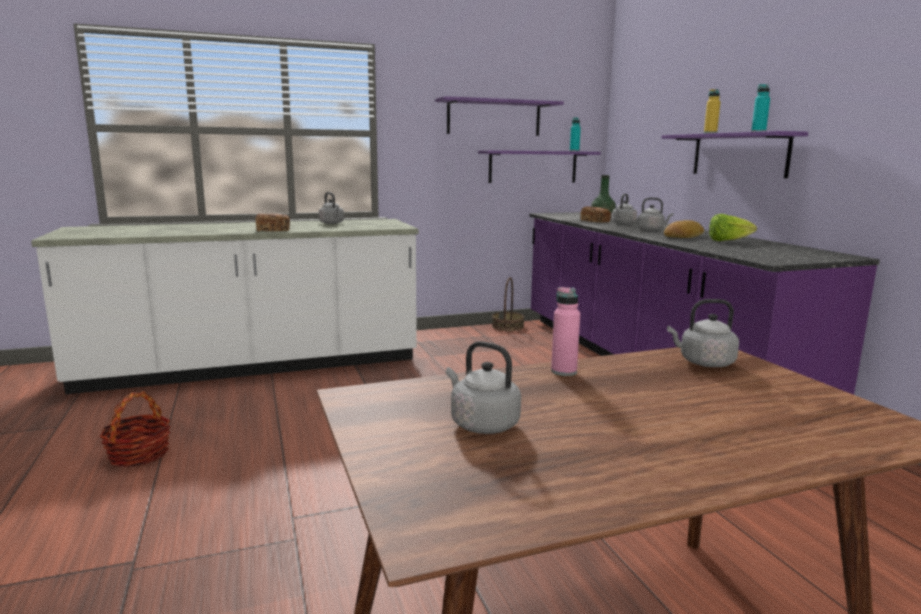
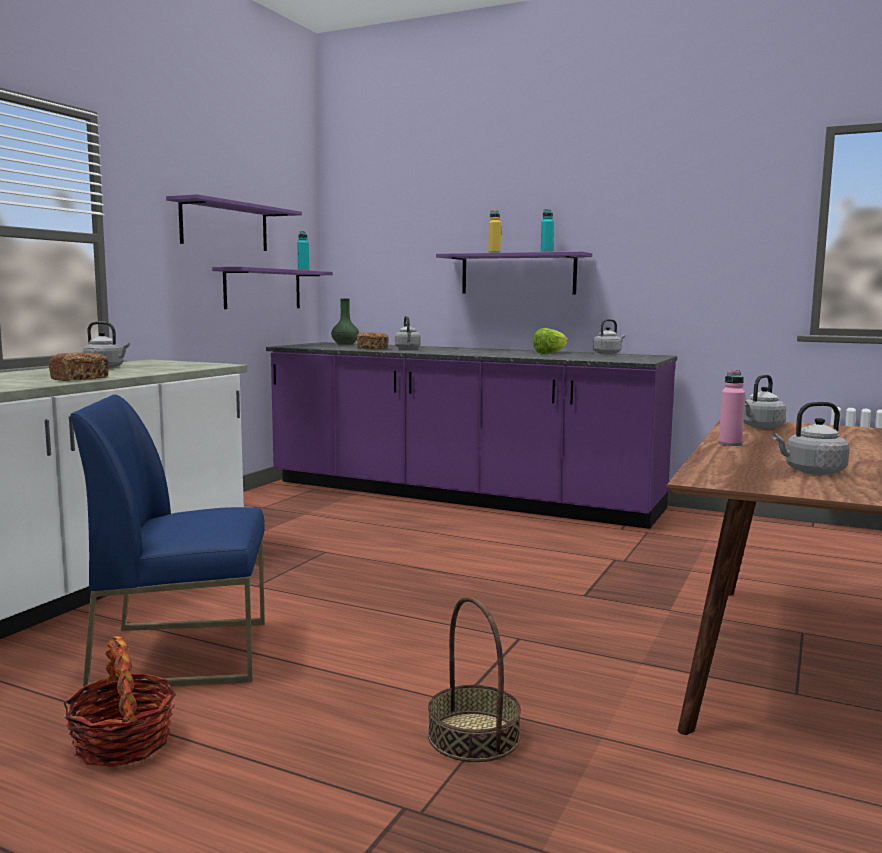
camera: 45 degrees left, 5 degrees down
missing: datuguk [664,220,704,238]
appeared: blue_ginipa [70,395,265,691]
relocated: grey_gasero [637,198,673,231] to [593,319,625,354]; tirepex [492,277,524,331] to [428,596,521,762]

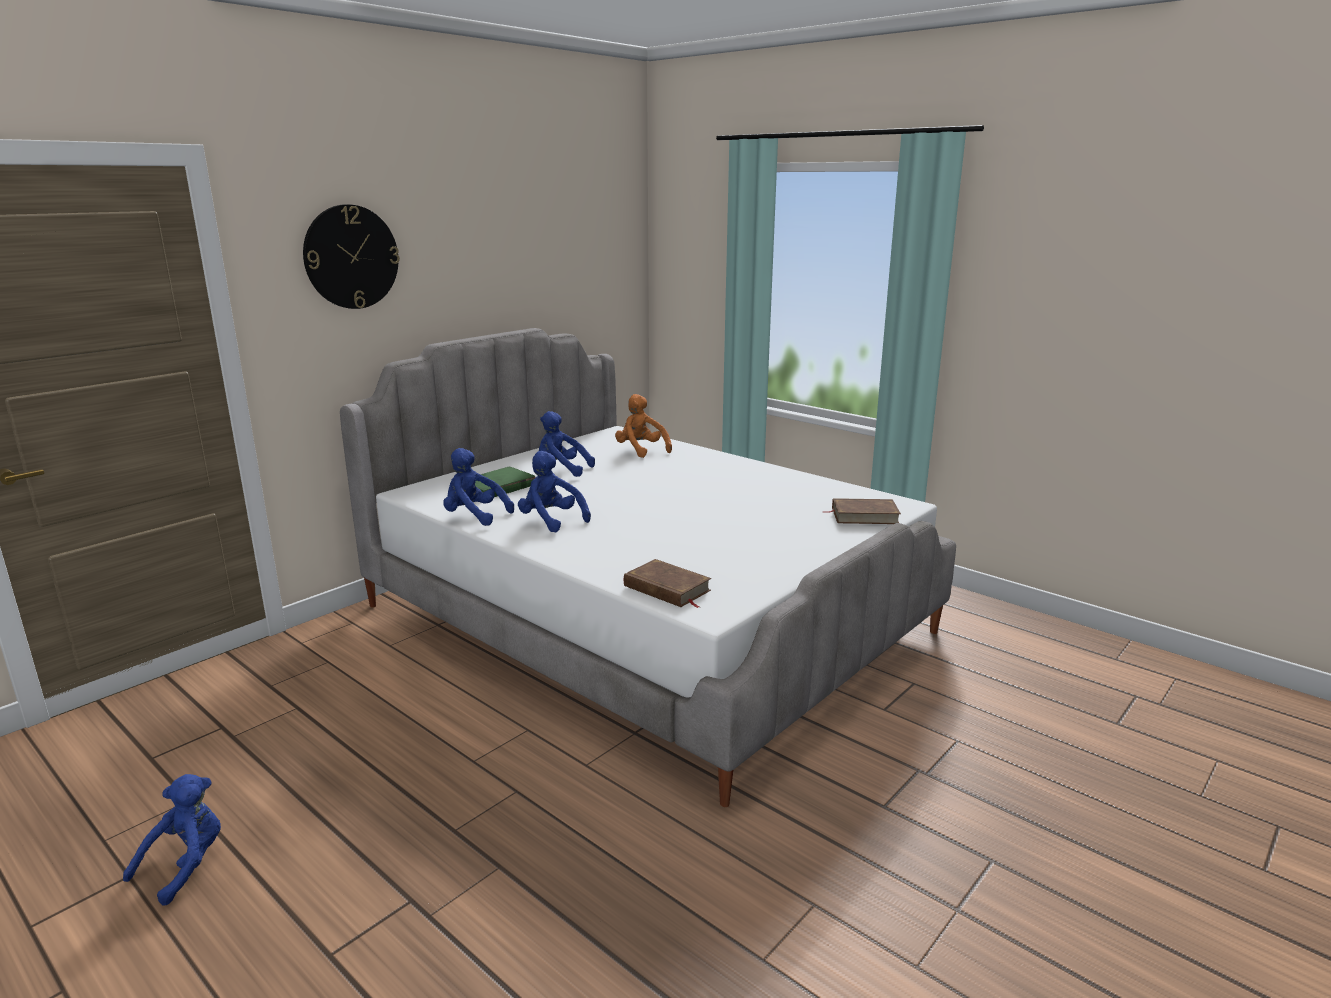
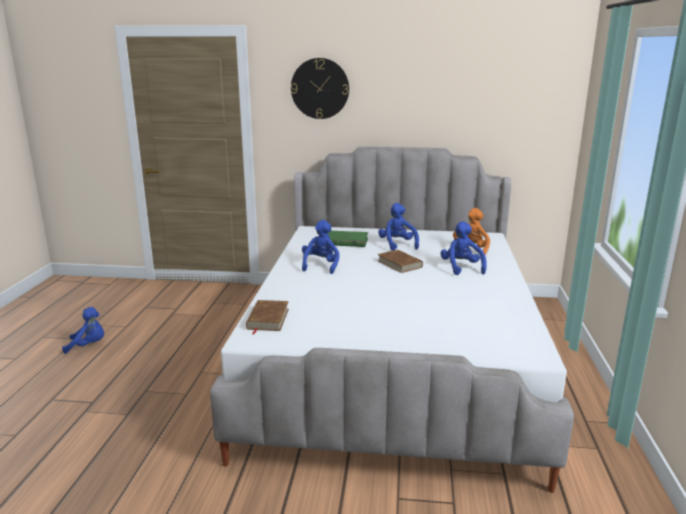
camera: 55 degrees right, 0 degrees up
relocated: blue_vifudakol [443,448,514,526] to [440,221,487,275]; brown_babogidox [823,498,901,524] to [378,250,423,273]

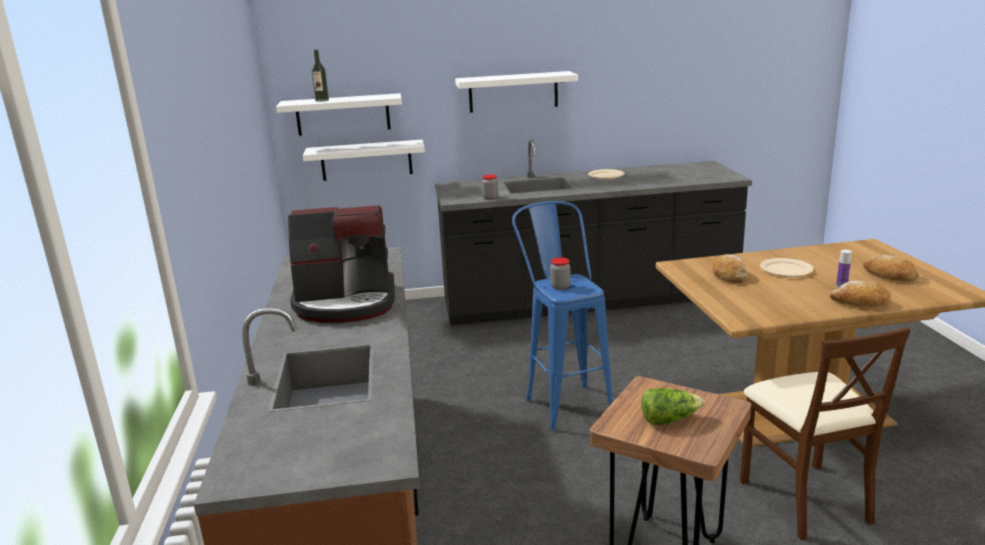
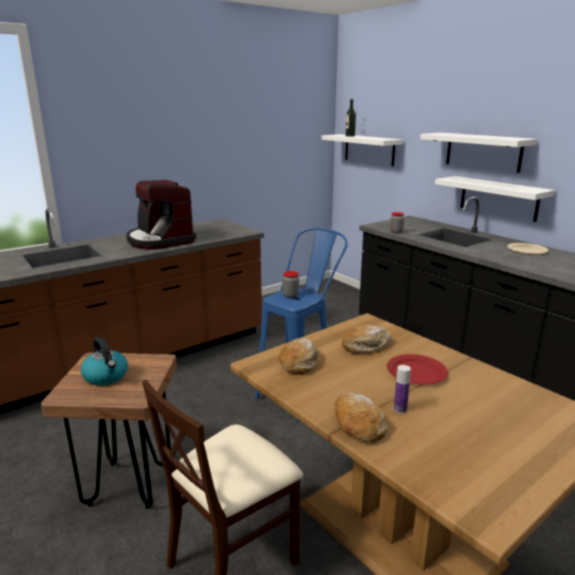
camera: 60 degrees right, 0 degrees up
relocated: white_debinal [303,140,425,181] to [435,176,555,222]; datuguk [863,255,919,281] to [279,338,319,375]
exchanged: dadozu [641,388,704,425] to gasero [81,337,128,386]
colour: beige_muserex [760,258,813,277] to red_muserex [387,354,448,385]

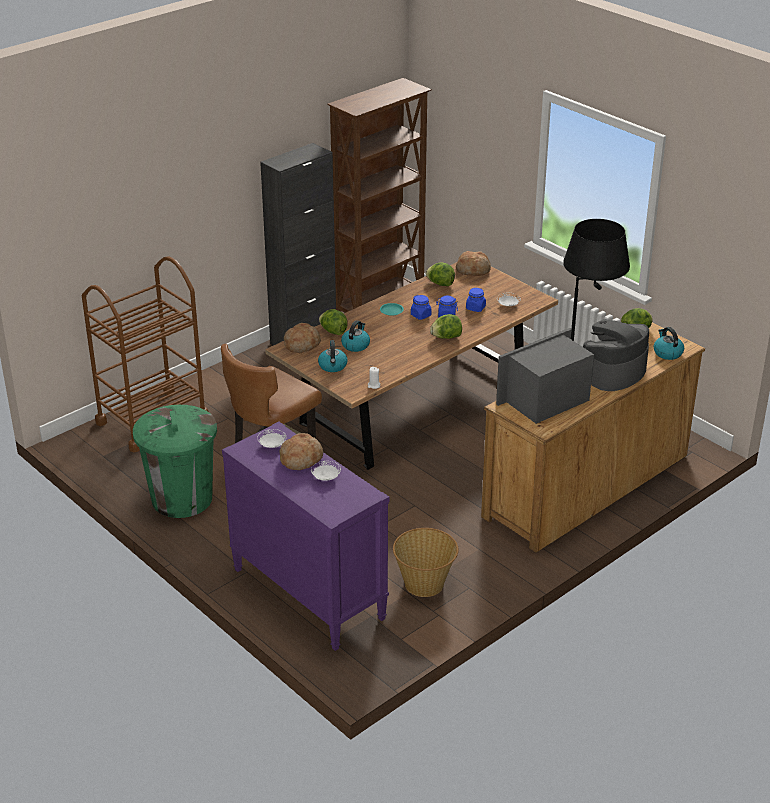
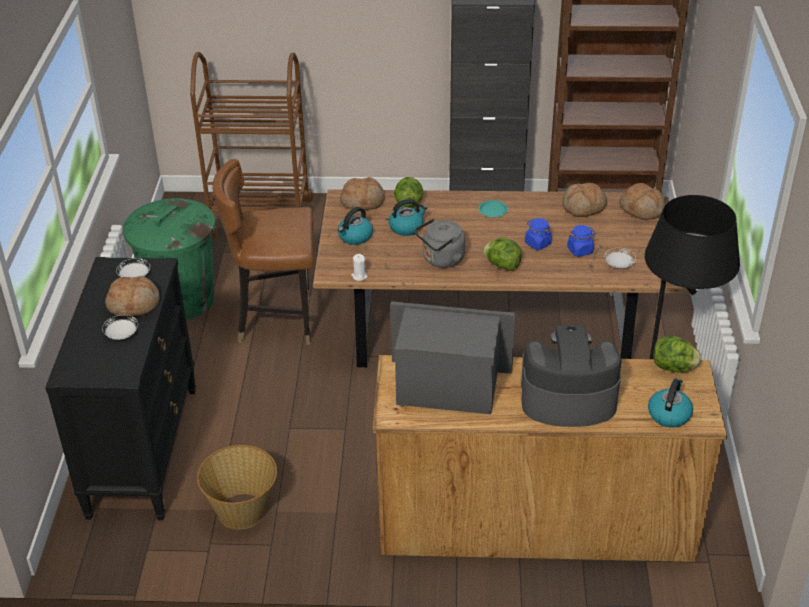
camera: 45 degrees right, 5 degrees up
missing: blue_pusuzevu [411,295,432,320]
appeared: grey_gasero [414,218,465,268]
exchanged: dadozu [426,262,455,286] to datuguk [562,183,607,217]
colour: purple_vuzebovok [222,422,390,651] to black_vuzebovok [45,257,196,520]

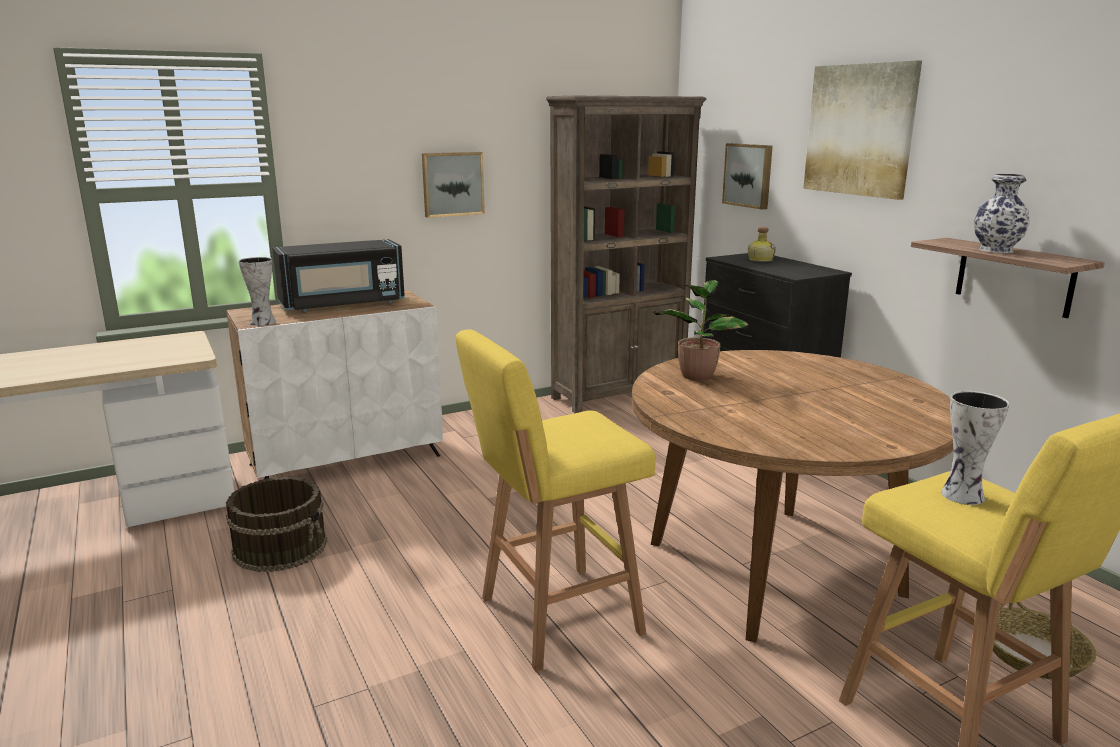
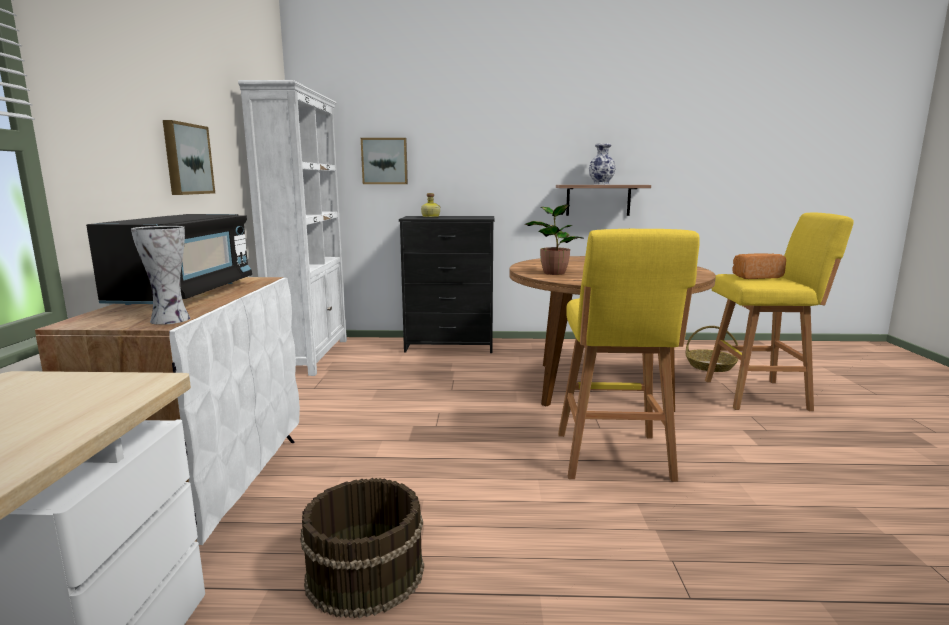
camera: 60 degrees left, 5 degrees down
missing: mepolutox [803,60,922,200]
exchanged: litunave [941,391,1009,505] to datuguk [732,253,786,279]
colour: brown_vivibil [546,96,707,413] to white_vivibil [238,80,347,376]

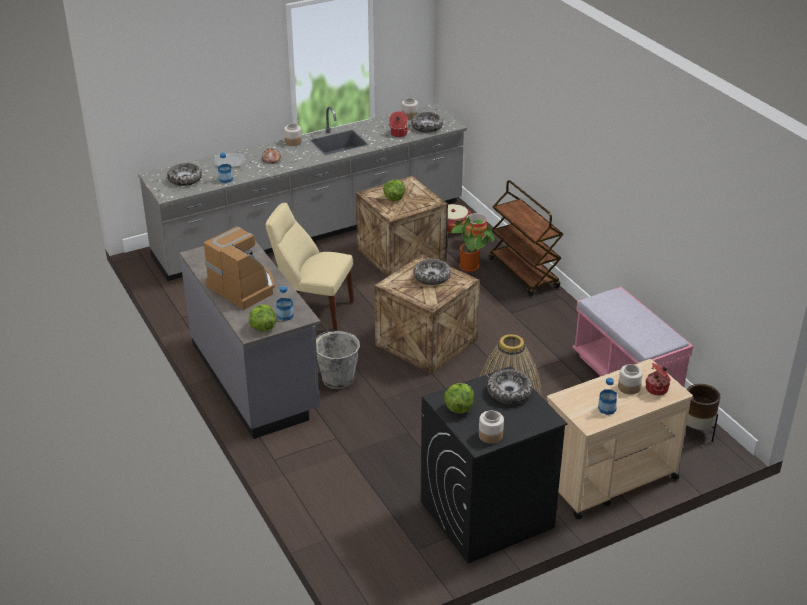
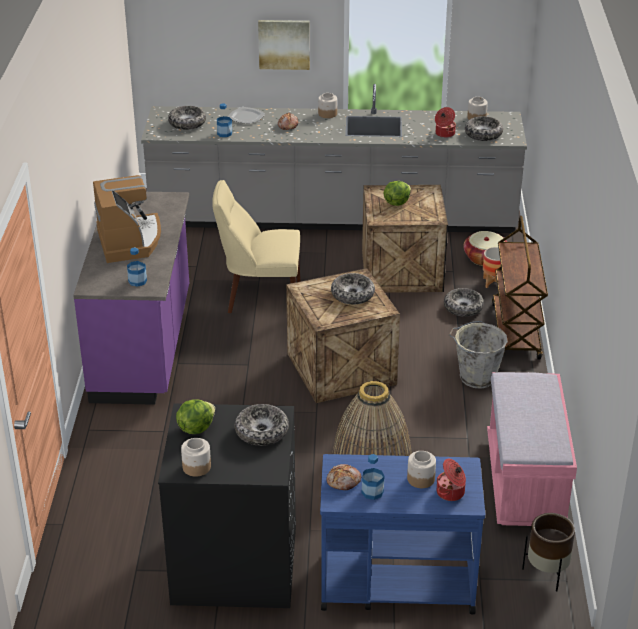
camera: 30 degrees right, 0 degrees up
missing: dadozu [249,304,276,332]
appeared: mepolutox [258,20,310,70]; datuguk [327,464,361,490]
relocated: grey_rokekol [316,331,360,389] to [449,321,508,389]
exchanged: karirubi [450,216,494,272] to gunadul [444,288,484,317]
colour: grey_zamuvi [180,241,321,439] to purple_zamuvi [73,192,189,405]; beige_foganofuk [547,359,693,519] to blue_foganofuk [320,454,485,615]
spun: beige_ginipa [266,203,354,330] = [212,180,301,313] 45 degrees counterclockwise

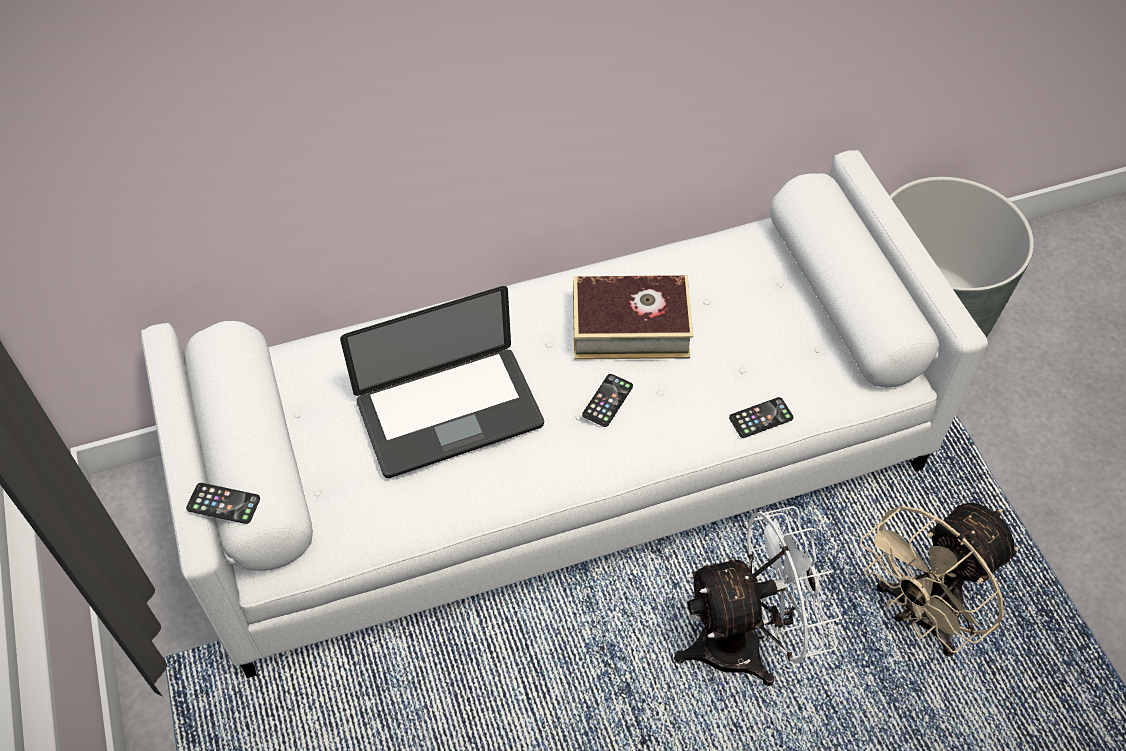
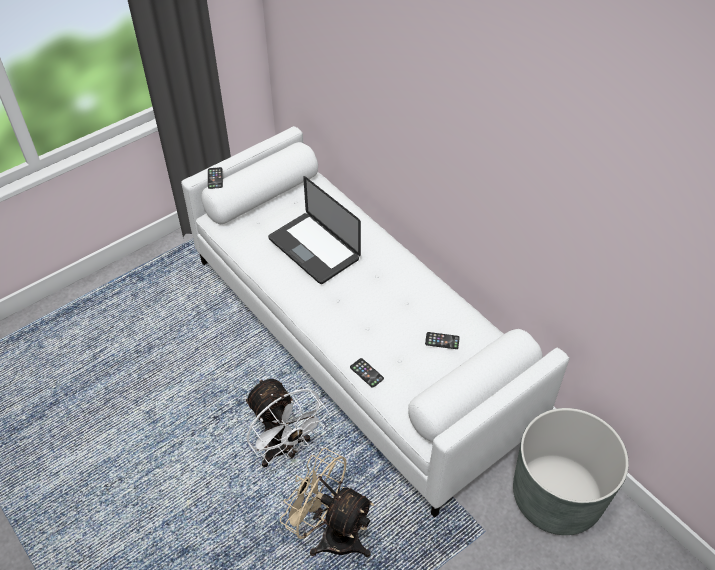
camera: 70 degrees right, 5 degrees down
missing: babogidox [573,275,693,360]
relocated: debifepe [582,374,633,427] to [425,332,460,349]

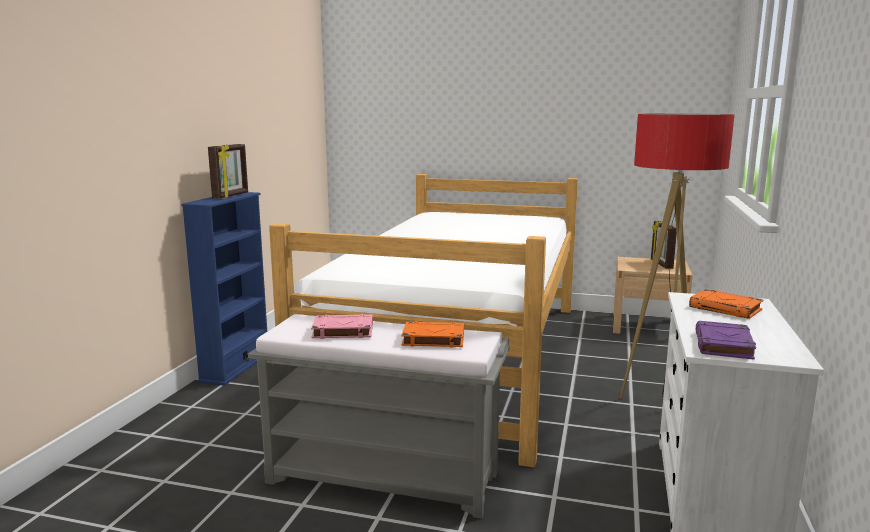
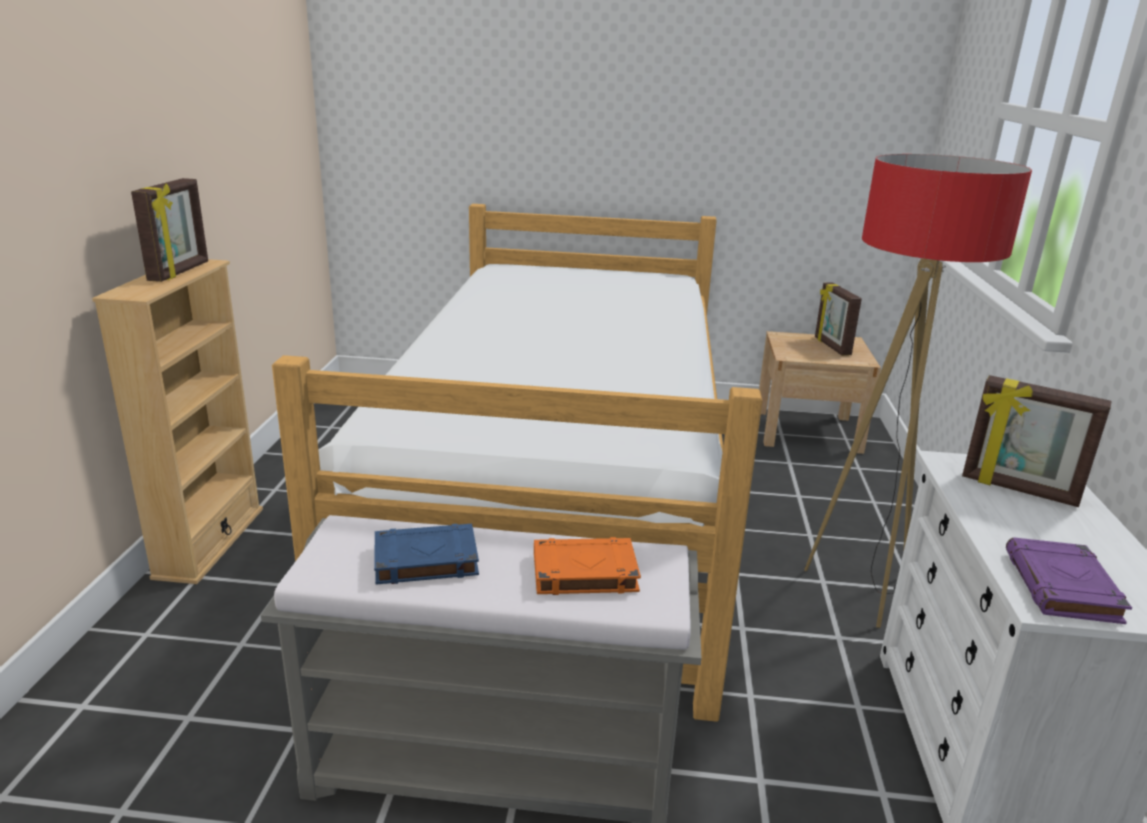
camera: 10 degrees left, 10 degrees up
exchanged: orange_babogidox [689,289,763,319] to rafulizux [962,375,1112,507]
colour: blue_vivibil [181,192,267,386] to beige_vivibil [92,259,263,584]; pink_babogidox [311,314,373,339] to blue_babogidox [374,524,479,585]

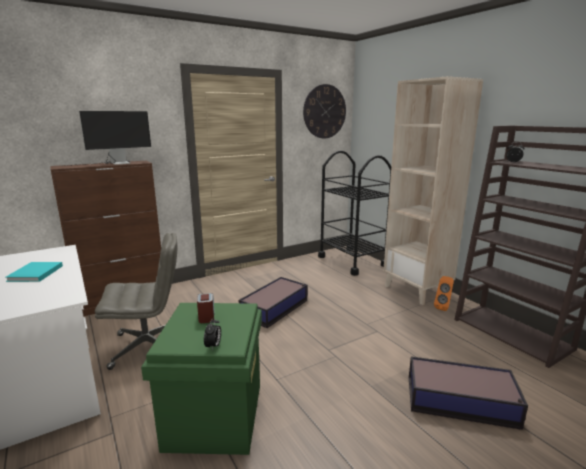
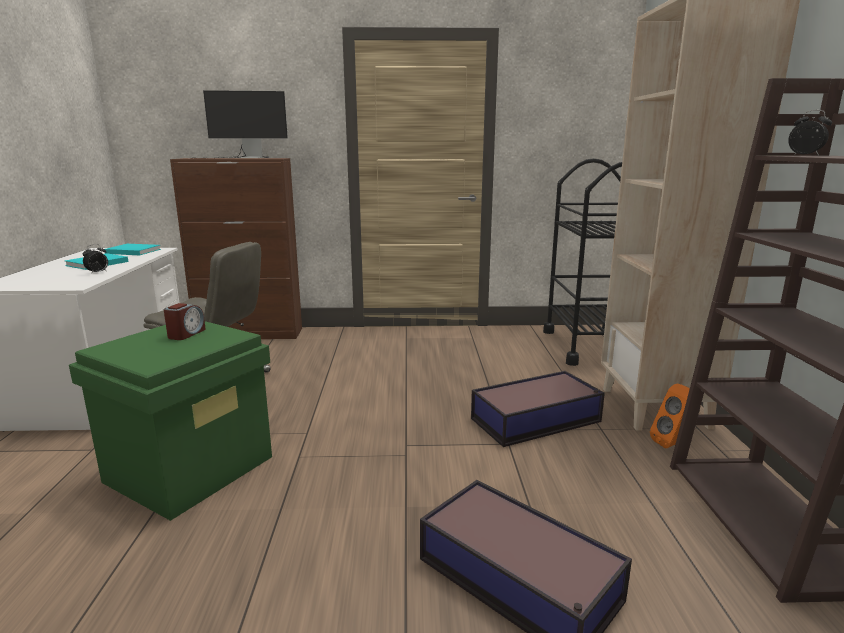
camera: 30 degrees right, 0 degrees up
missing: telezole [303,84,346,138]
appeared: turquoise_babogidox [104,244,161,255]
relocated: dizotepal [239,277,307,328] to [471,371,605,447]; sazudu [204,317,221,350] to [83,244,108,274]

